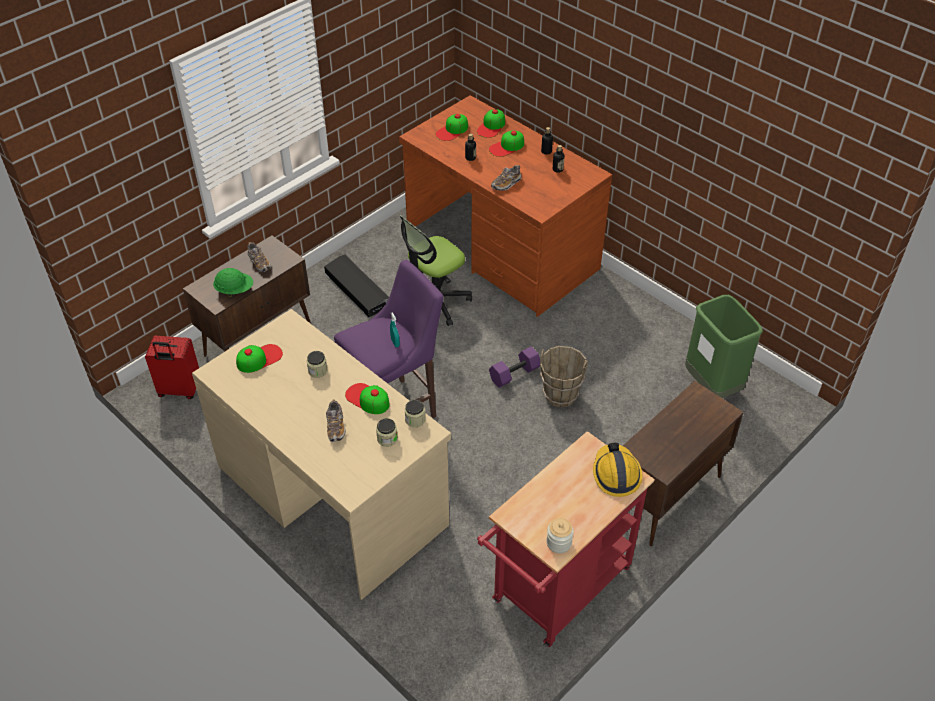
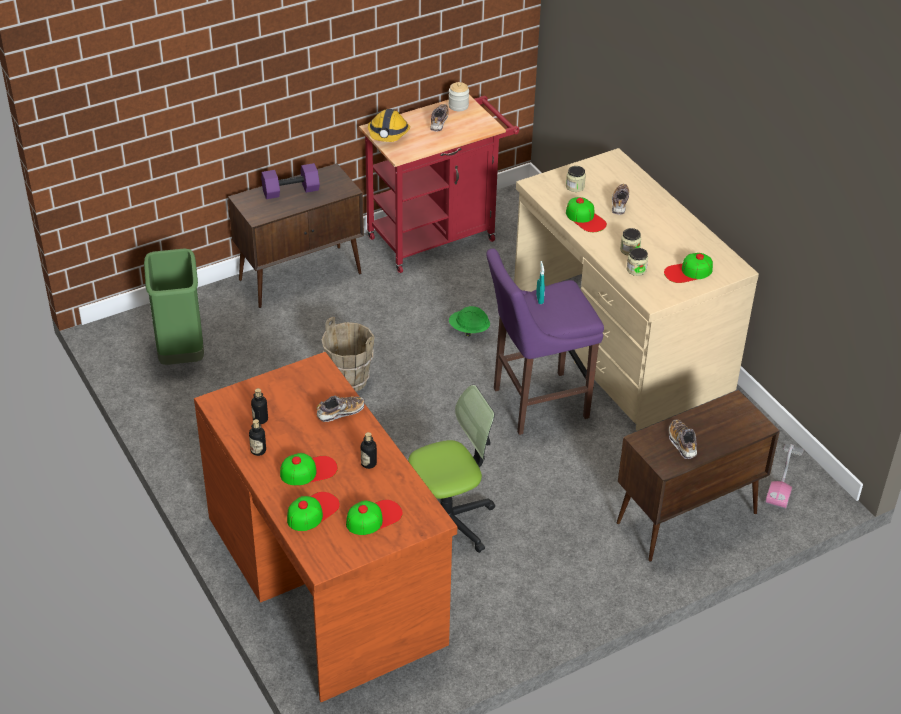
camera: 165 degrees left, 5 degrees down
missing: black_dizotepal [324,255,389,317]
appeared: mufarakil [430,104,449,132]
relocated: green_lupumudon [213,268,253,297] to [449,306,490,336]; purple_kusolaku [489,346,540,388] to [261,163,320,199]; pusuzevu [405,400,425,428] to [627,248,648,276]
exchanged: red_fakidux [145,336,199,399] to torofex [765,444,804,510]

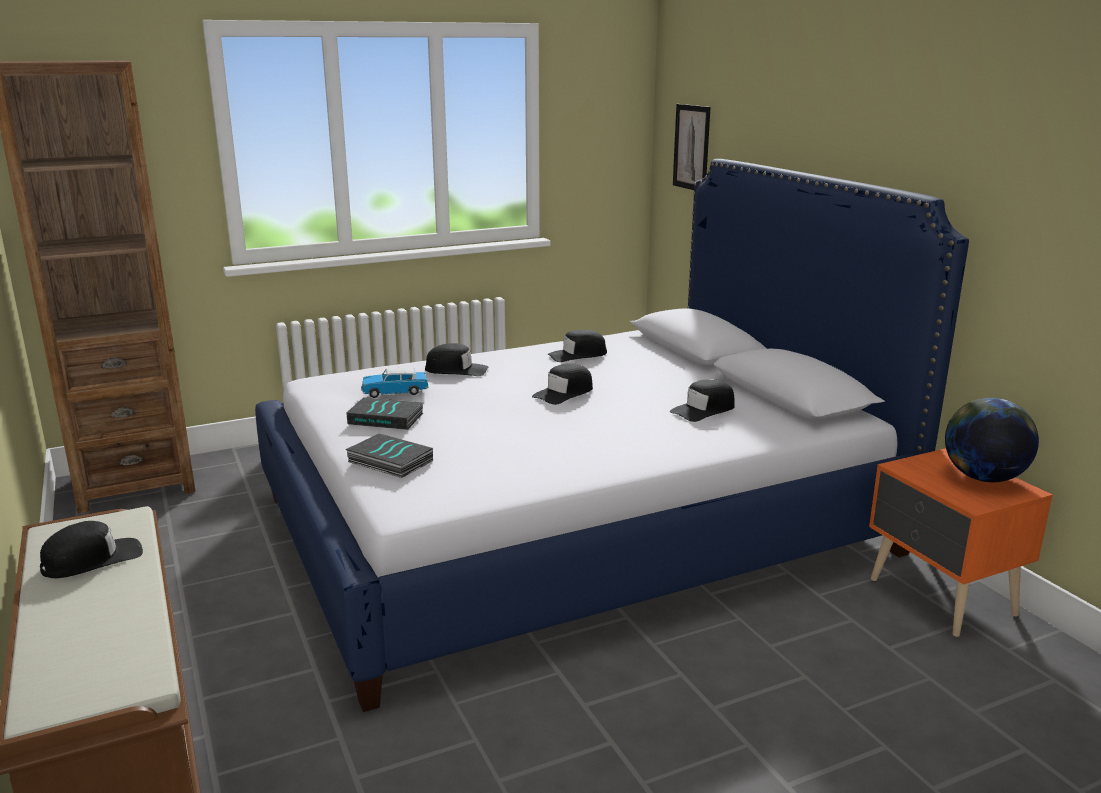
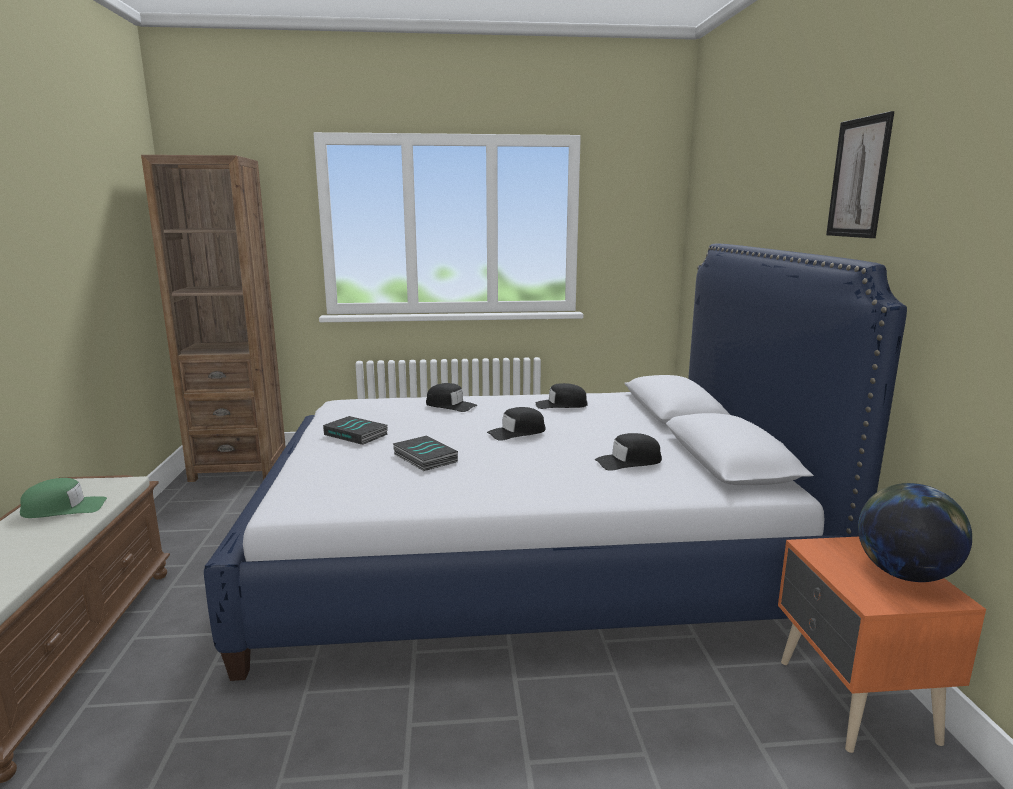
camera: 20 degrees right, 5 degrees down
missing: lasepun [361,367,429,398]
relocated: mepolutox [673,104,711,190] to [826,111,894,238]; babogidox [346,433,433,478] to [393,436,458,471]
colour: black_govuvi [40,521,143,578] to green_govuvi [20,478,107,518]

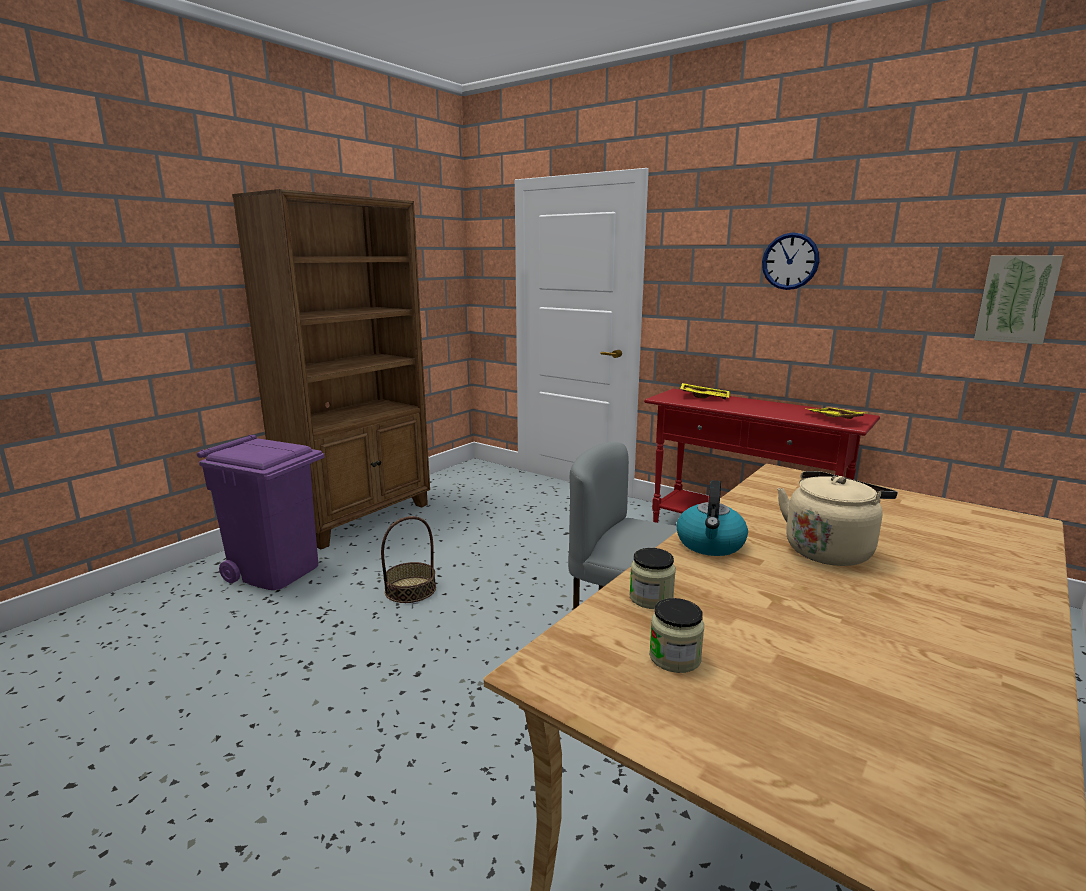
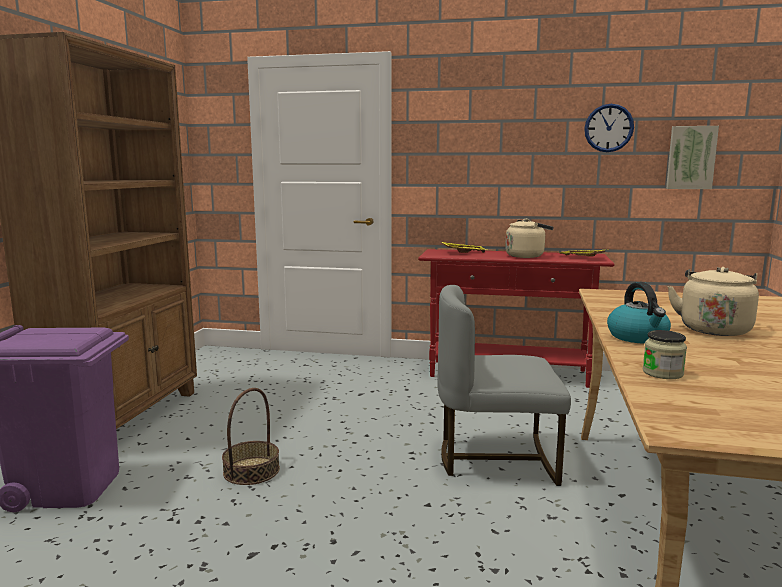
camera: 25 degrees left, 5 degrees down
missing: pusuzevu [649,598,704,673]
appeared: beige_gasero [505,219,554,258]
relocated: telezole [762,232,820,290] to [584,104,634,152]

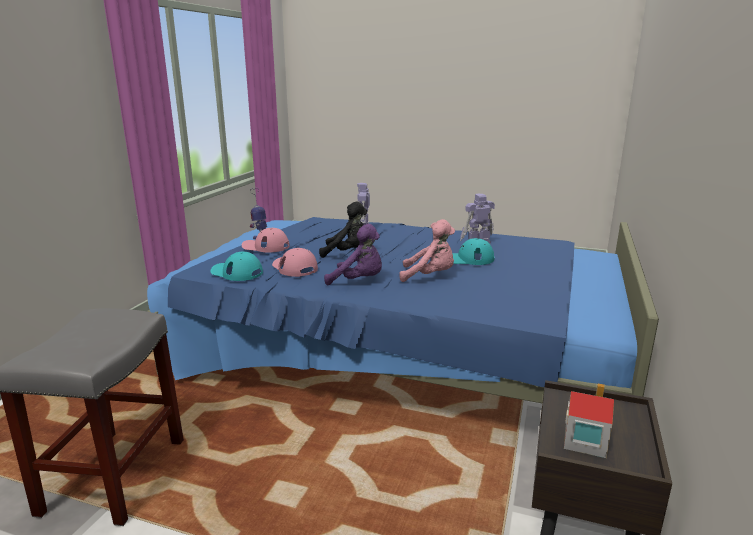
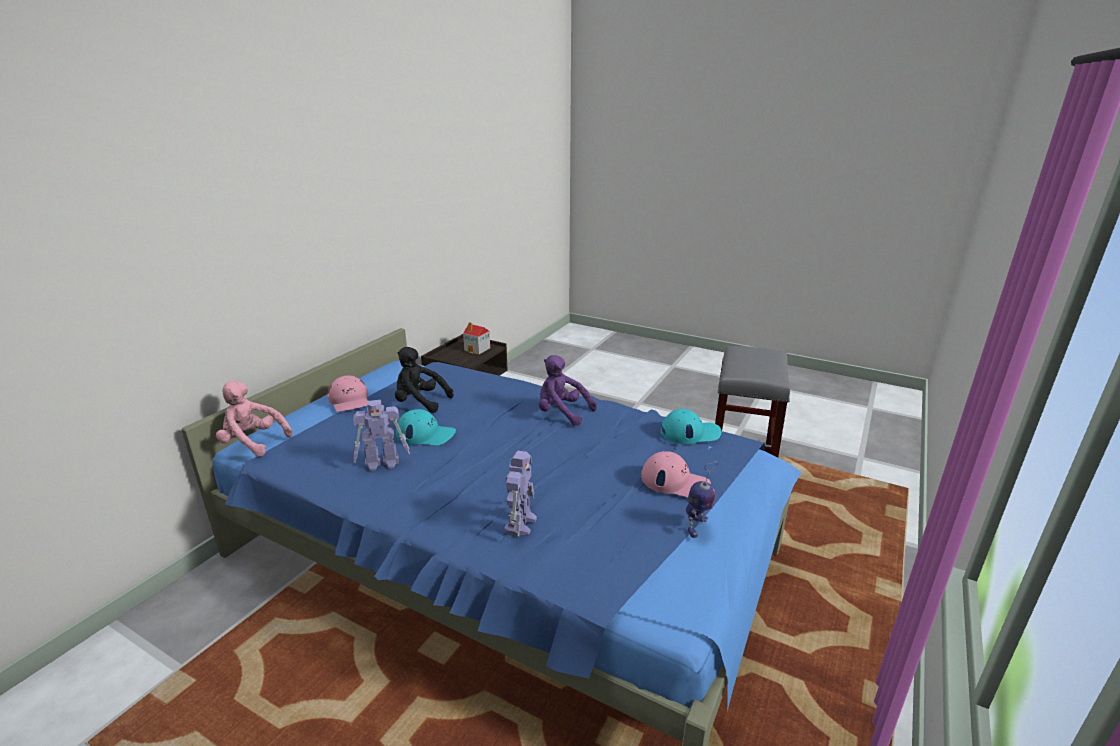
camera: 170 degrees left, 5 degrees up
relocated: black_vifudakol [319,201,367,258] to [395,347,454,413]; pink_vifudakol [399,219,455,282] to [216,381,293,456]; pink_govuvi [272,248,318,277] to [328,376,368,412]
spun: turquoise_govuvi [210,252,263,281] = [661,409,721,444] 45 degrees counterclockwise

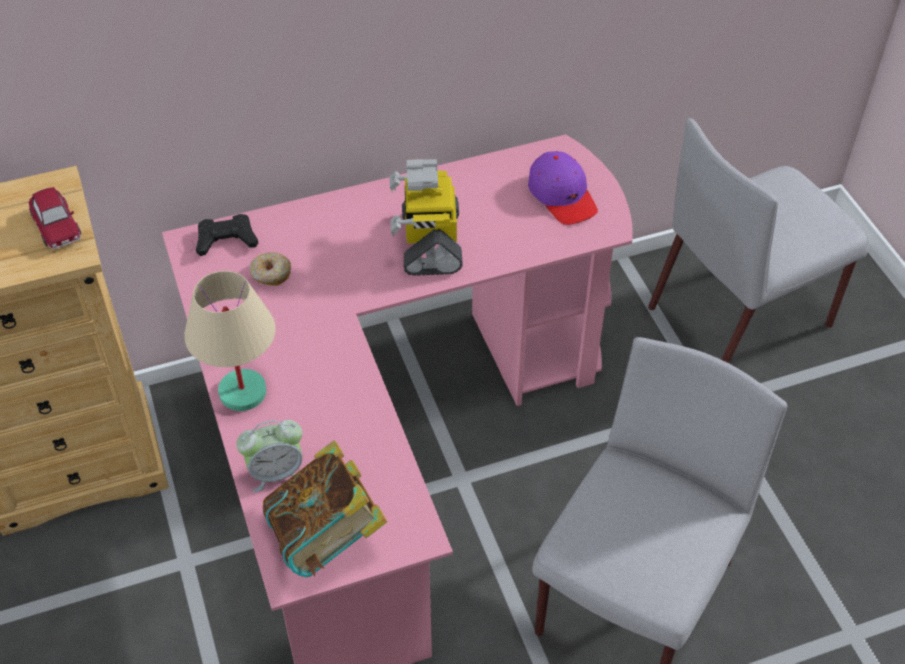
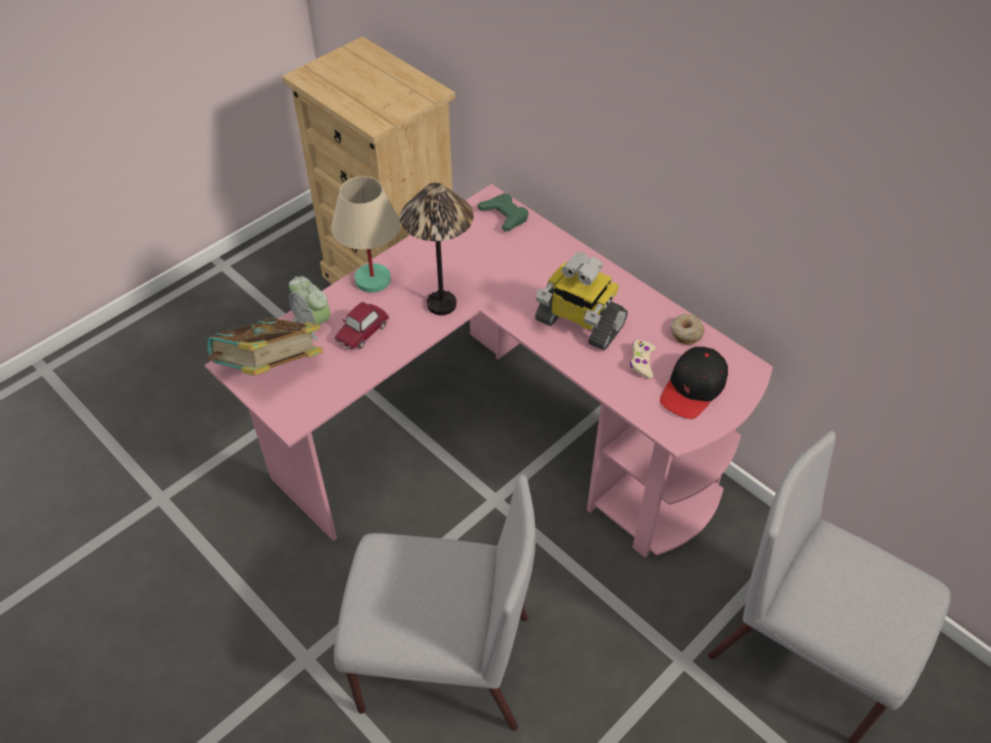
camera: 65 degrees right, 0 degrees up
appeared: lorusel [400,183,474,315]; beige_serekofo [630,340,656,379]
relocated: lasepun [29,187,81,249] to [335,302,390,351]; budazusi [250,252,291,286] to [670,314,705,345]
colour: purple_govuvi [528,151,598,225] to black_govuvi [660,346,728,419]; black_serekofo [196,214,258,256] to green_serekofo [478,193,528,232]
spun: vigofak [390,159,463,276] = [535,252,628,350] 120 degrees counterclockwise

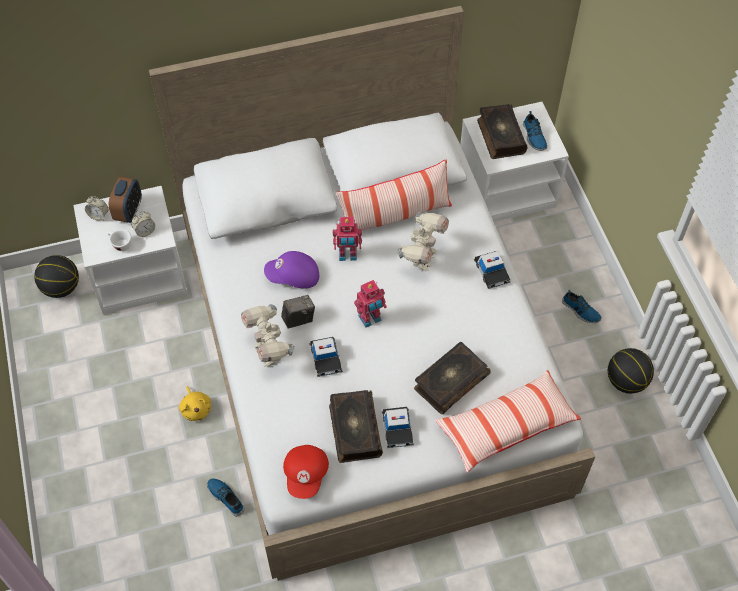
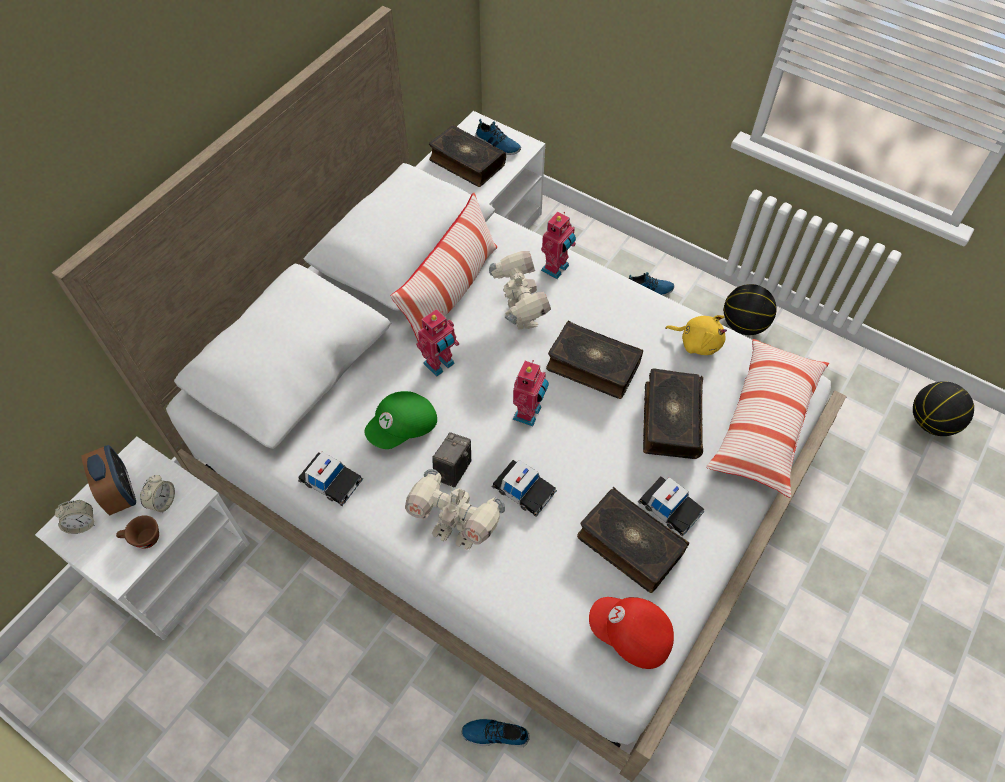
camera: 40 degrees left, 0 degrees up
appeared: vigofak [541,212,576,279]; babogidox [546,320,643,399]
relocated: lasepun [474,251,511,289] to [298,452,363,506]; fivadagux [34,255,79,298] to [913,381,974,436]; yellow_vifudakol [179,386,211,421] to [665,315,727,355]
colour: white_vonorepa [107,229,131,251] to brown_vonorepa [116,515,159,549]; purple_govuvi [264,251,319,289] to green_govuvi [365,391,437,449]
spun: red_govuvi [283,445,329,499] = [589,597,674,669] 150 degrees clockwise

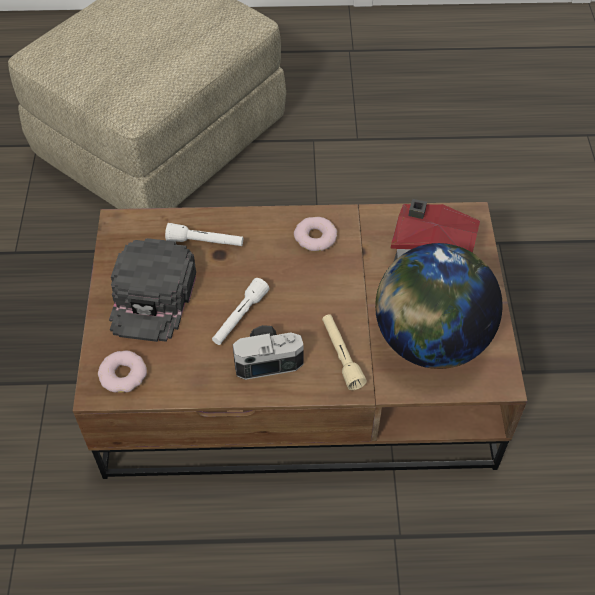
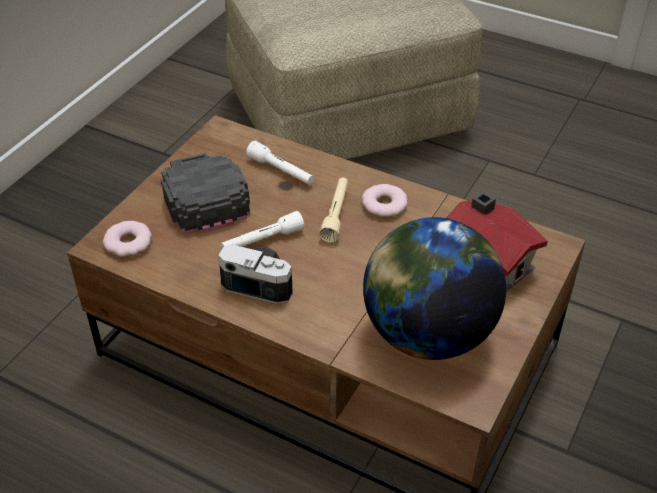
camera: 30 degrees right, 10 degrees down
relocated: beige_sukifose [322,315,367,390] to [319,178,348,243]
spun: black_govuvi [109,238,196,342] = [160,153,250,234] 120 degrees clockwise

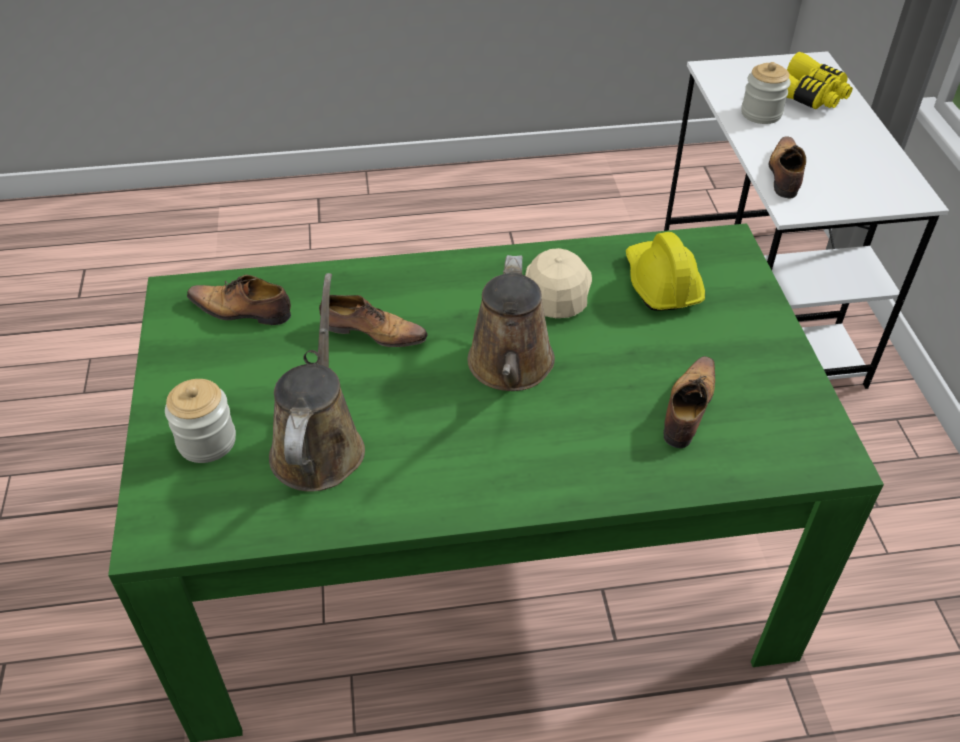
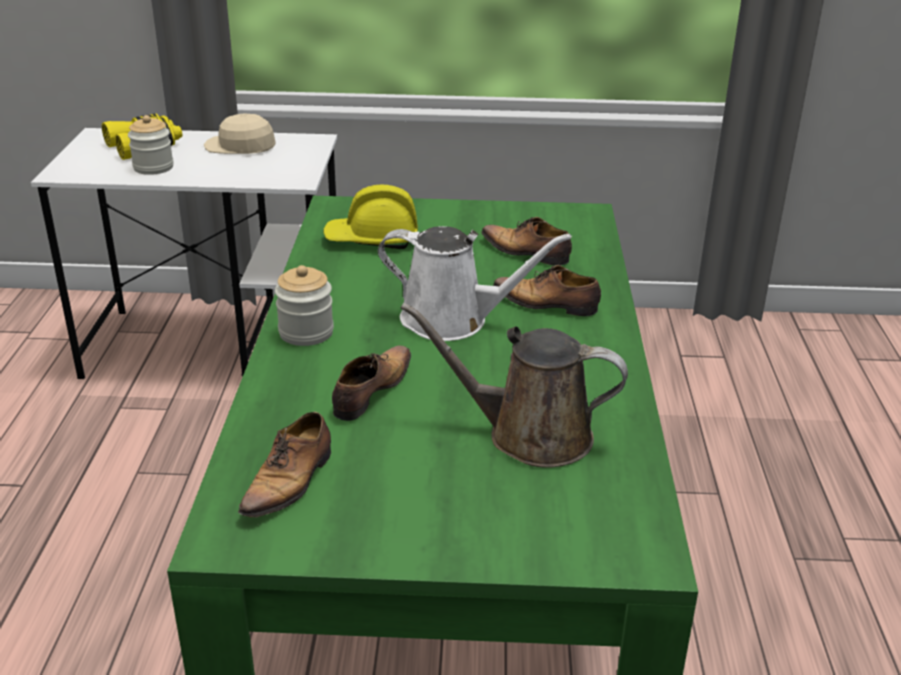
camera: 80 degrees left, 15 degrees down
relocated: mufarakil [768,136,806,198] to [493,265,601,316]; beige_govuvi [525,248,592,318] to [204,114,275,154]; pusuzevu [165,379,236,463] to [275,265,334,346]
colour: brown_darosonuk [468,255,555,391] to white_darosonuk [378,226,572,341]

